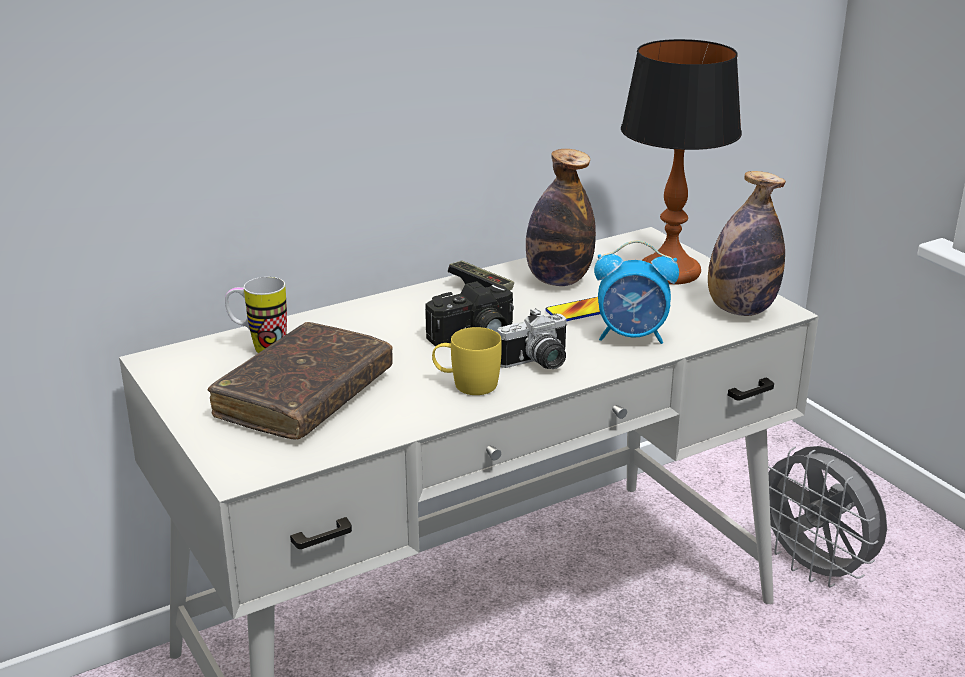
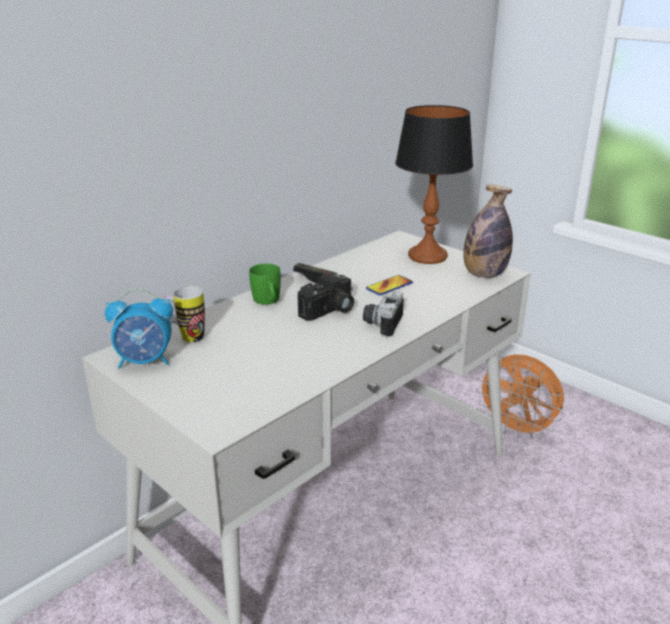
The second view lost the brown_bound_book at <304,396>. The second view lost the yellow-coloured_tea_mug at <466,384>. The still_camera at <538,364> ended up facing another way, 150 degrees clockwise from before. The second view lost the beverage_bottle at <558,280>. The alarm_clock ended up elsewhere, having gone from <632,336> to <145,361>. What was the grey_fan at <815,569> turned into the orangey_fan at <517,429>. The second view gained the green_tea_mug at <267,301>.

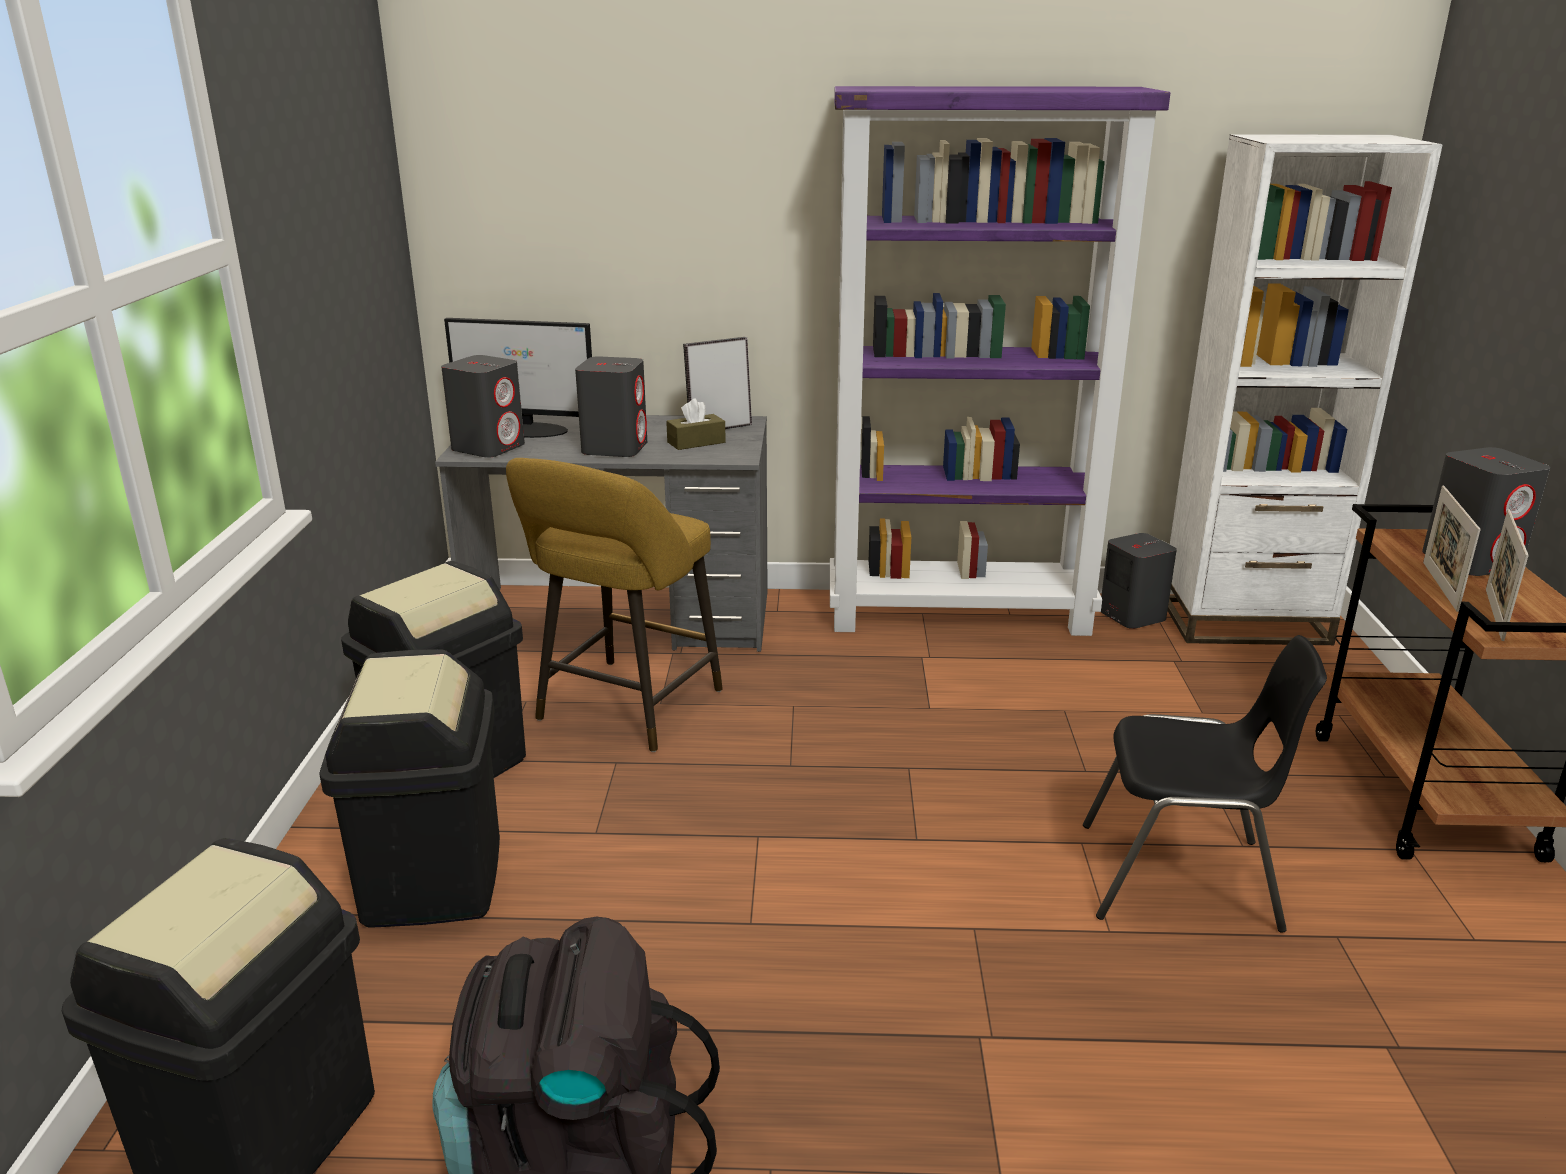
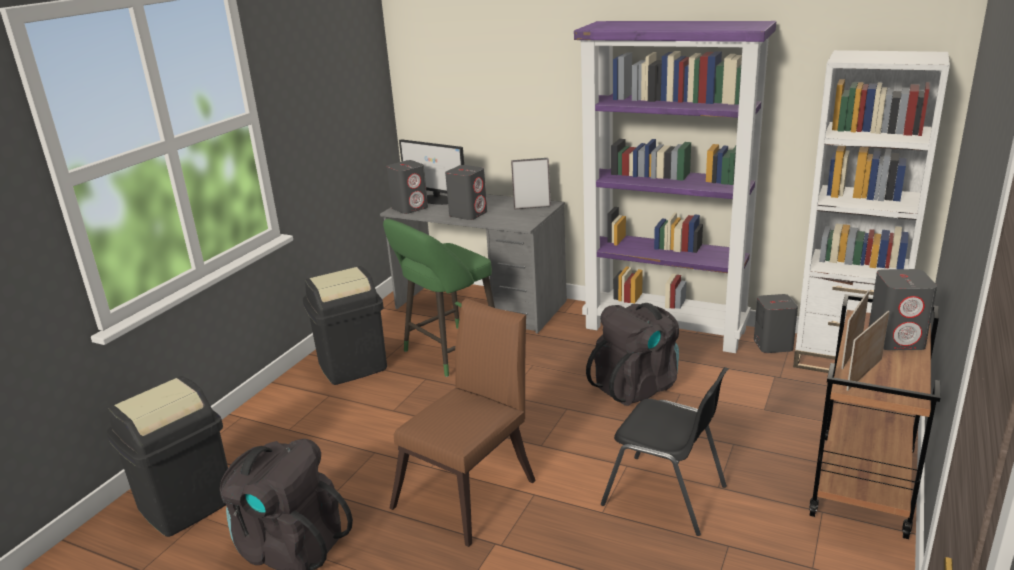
The second view lost the black_waste_bin at <431,880>. What was the yellow-coloured_stool at <624,710> turned into the green_stool at <448,353>. The second view lost the brown_tissue_holder at <696,442>. The second view gained the brown_chair at <471,489>. The second view gained the black_knapsack at <637,386>.

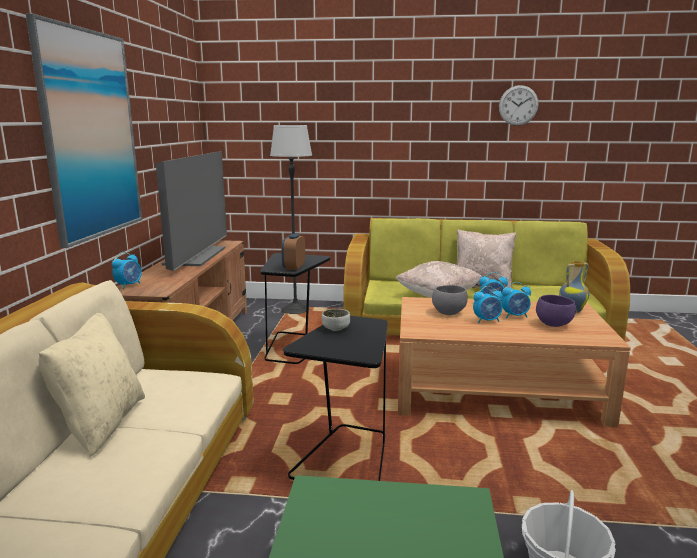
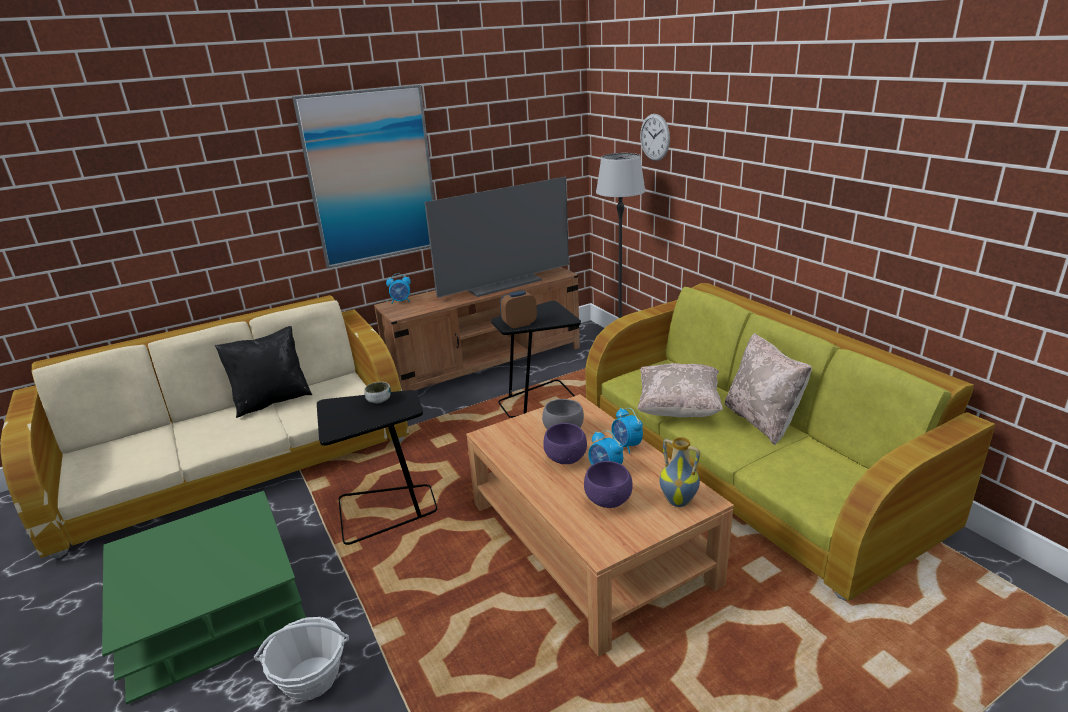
What was the sand-coloured_cushion at <101,424> turned into the black_cushion at <272,401>. Where the alarm_clock stood at <487,321>, the purple-coloured_bowl came to stand at <566,459>. The wall_clock ended up elsewhere, having gone from <518,105> to <655,137>.

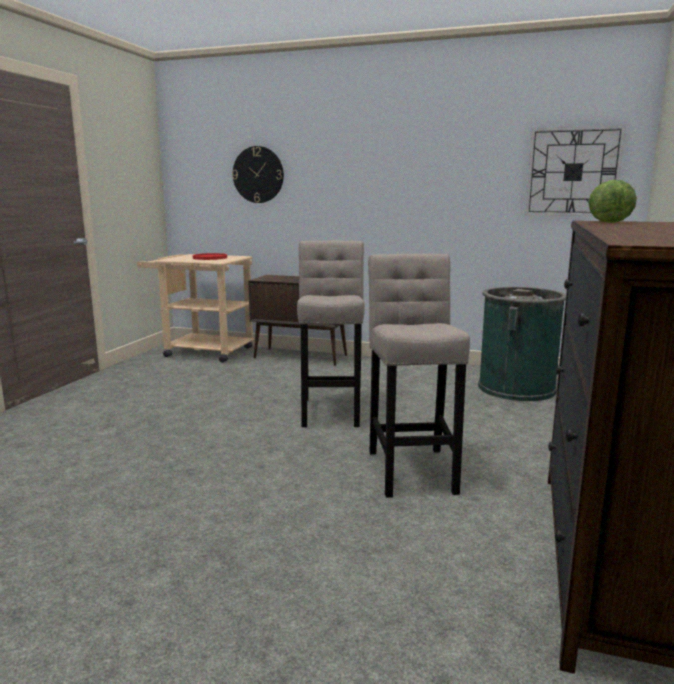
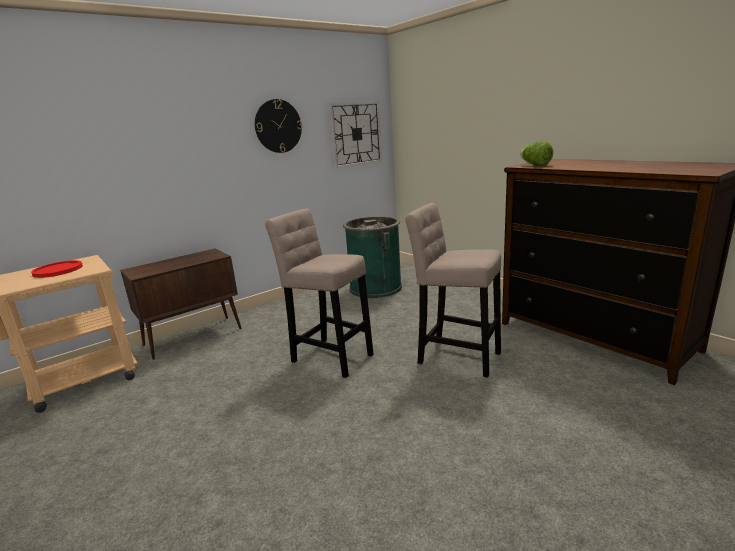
The wall_clock ended up elsewhere, having gone from <258,174> to <278,126>.

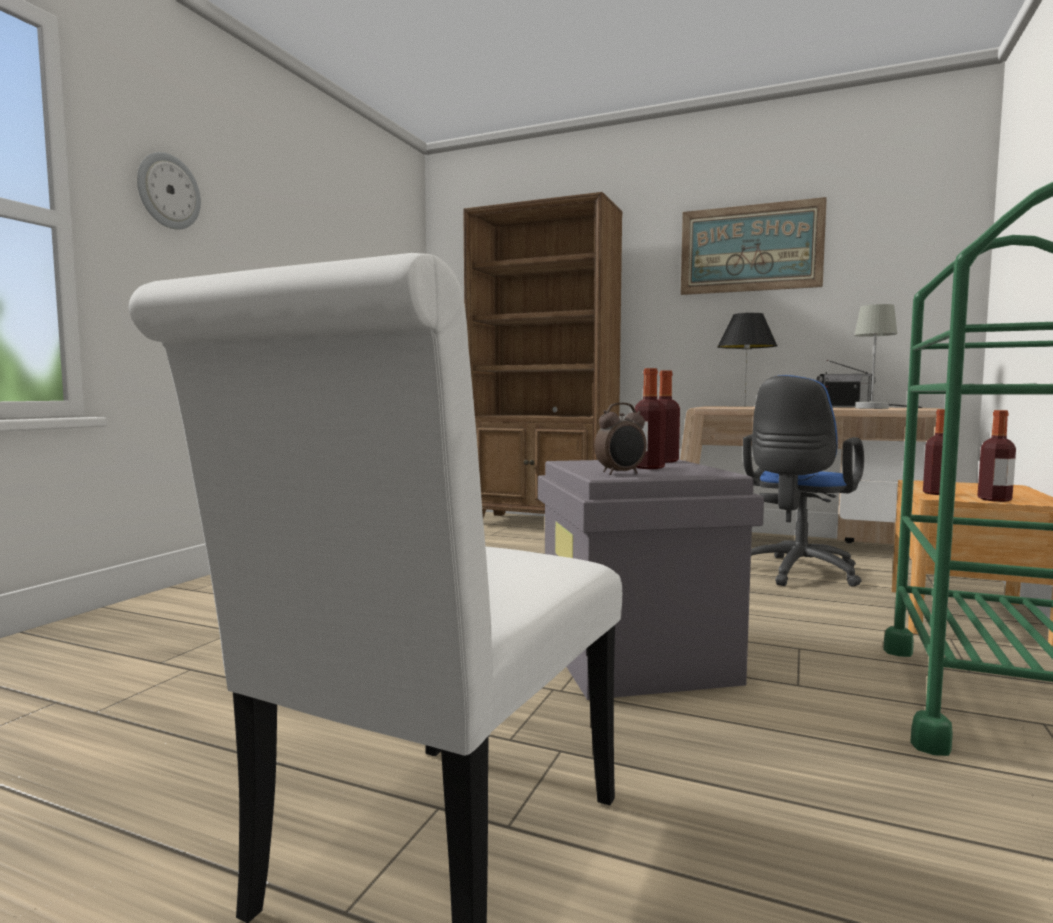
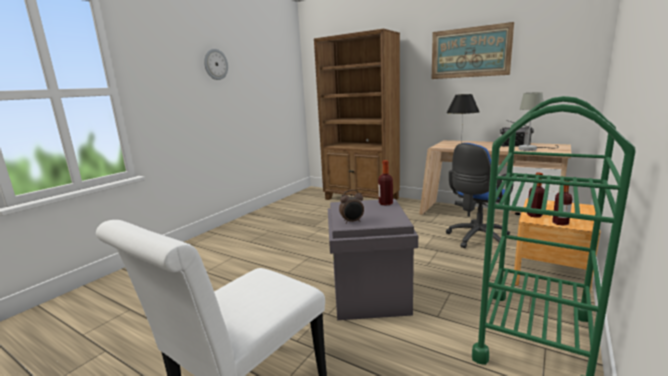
The wall_clock ended up elsewhere, having gone from <168,191> to <215,64>. The second view lost the beverage_bottle at <648,467>.

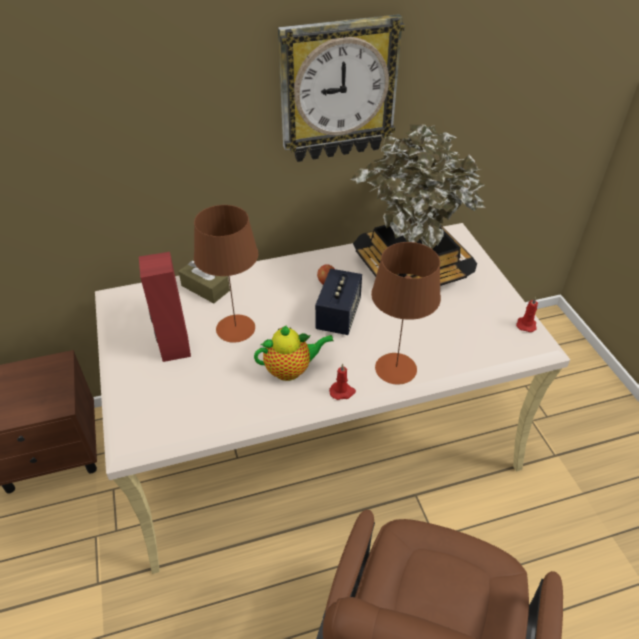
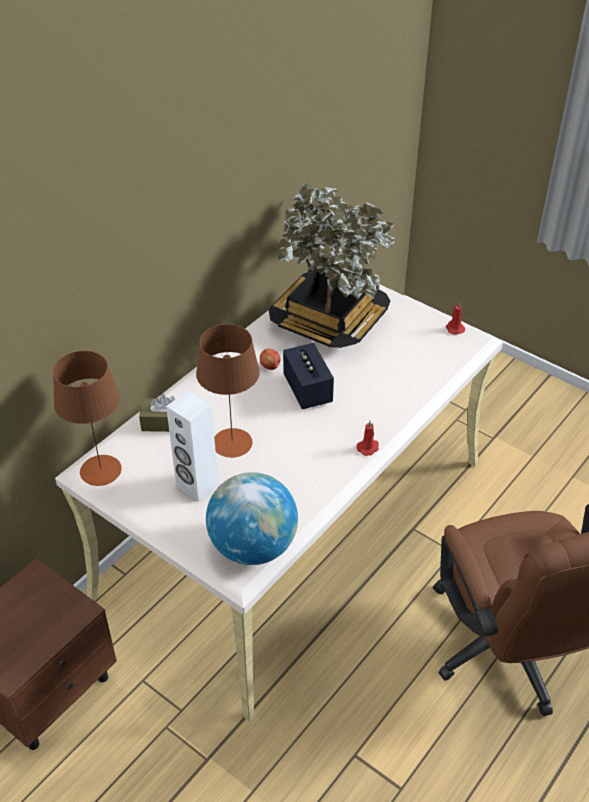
What was the red-coloured_loudspeaker at <174,348> turned into the white_loudspeaker at <197,485>. The second view lost the tea_pot at <291,370>. The second view lost the wall_clock at <337,90>. The brown_lamp_for_a_table ended up elsewhere, having gone from <396,368> to <101,470>. The second view gained the world_globe at <253,546>.

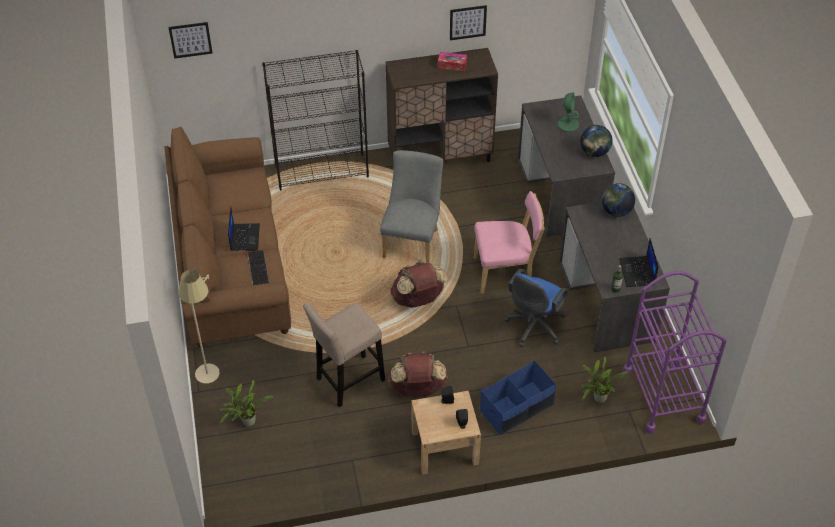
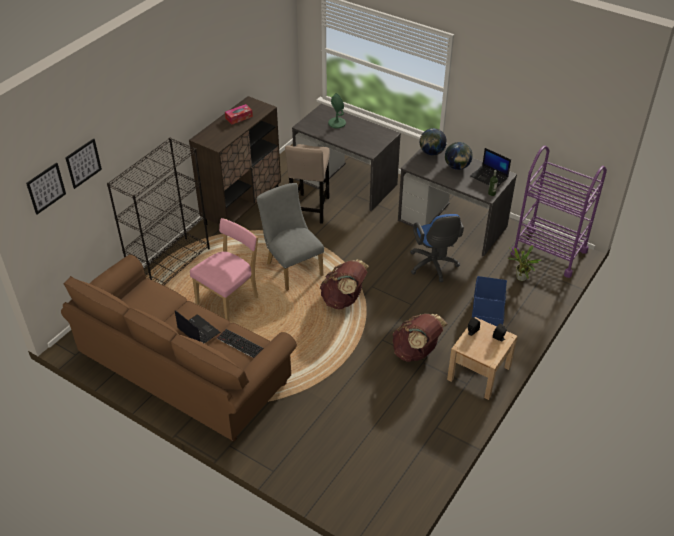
The second view lost the sand-coloured_floor_lamp at <211,381>. The second view lost the potted_plant at <247,422>. The sand-coloured_stool ended up elsewhere, having gone from <347,381> to <310,210>. The wall_picture ended up elsewhere, having gone from <467,22> to <83,163>. The pink-coloured_chair ended up elsewhere, having gone from <505,273> to <229,299>. The world_globe ended up elsewhere, having gone from <594,152> to <457,167>.

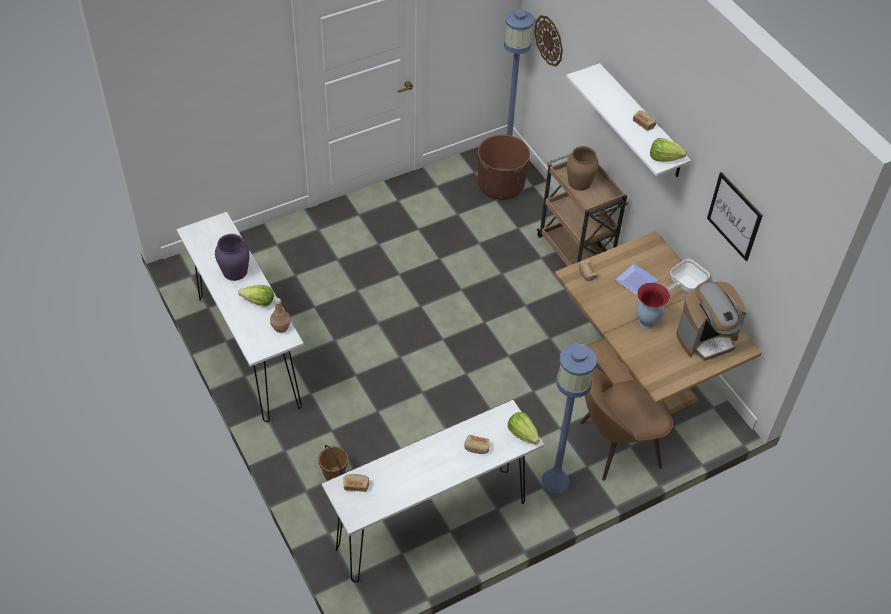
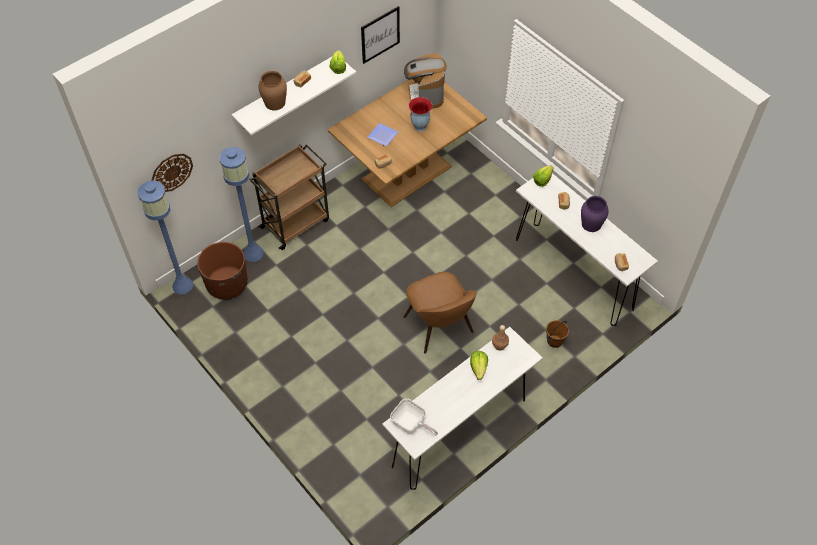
The purple-coloured_vase ended up elsewhere, having gone from <235,271> to <591,224>. The blue-coloured_floor_lamp ended up elsewhere, having gone from <555,481> to <253,253>. The brown_vase ended up elsewhere, having gone from <579,182> to <274,103>. The brown_chair ended up elsewhere, having gone from <616,445> to <439,327>. The pan ended up elsewhere, having gone from <683,286> to <411,423>. The coffee_brewer at <707,339> ended up facing another way, 150 degrees counterclockwise from before.

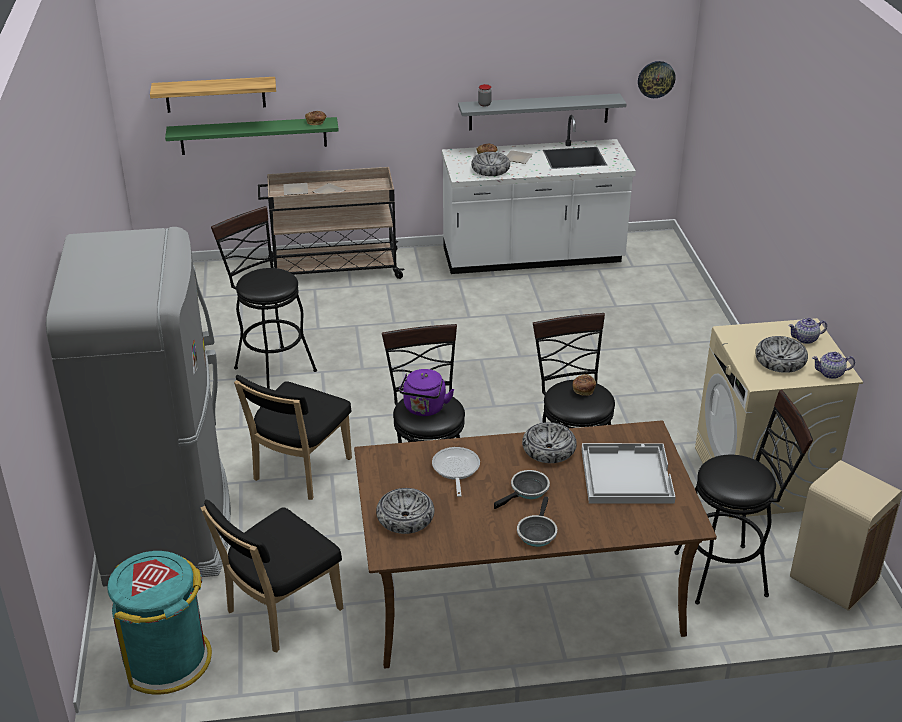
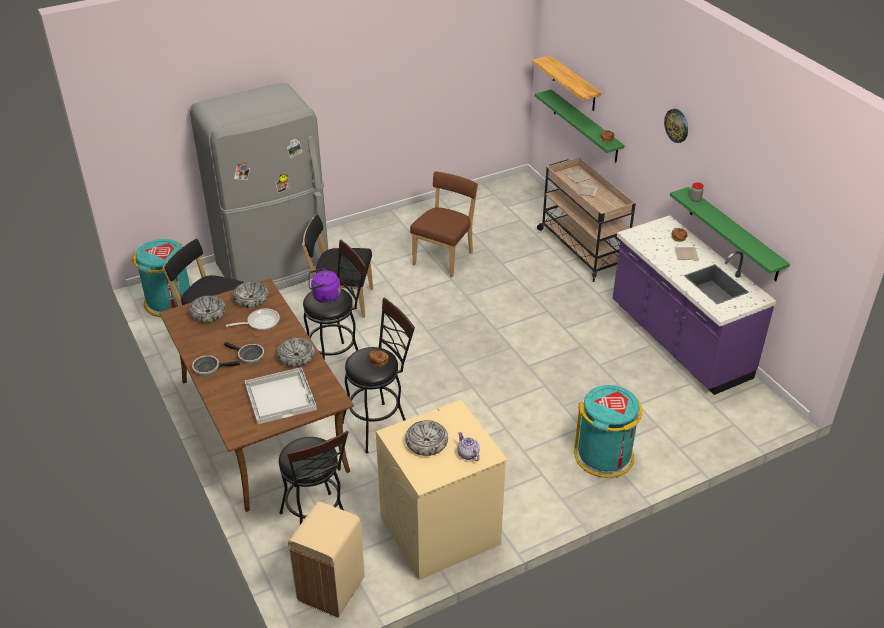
Where the black_stool stood at <271,366>, the brown_chair came to stand at <445,257>. What was the white_kitchen_base_unit at <532,258> turned into the purple-coloured_kitchen_base_unit at <678,341>. What was the grey_wall_shelf at <539,111> turned into the green_wall_shelf at <734,234>. The bowl ended up elsewhere, having gone from <490,169> to <251,299>. The wall_clock ended up elsewhere, having gone from <656,79> to <677,125>. The second view lost the tea_pot at <831,373>. The second view gained the blue-green_waste_bin at <604,456>.

